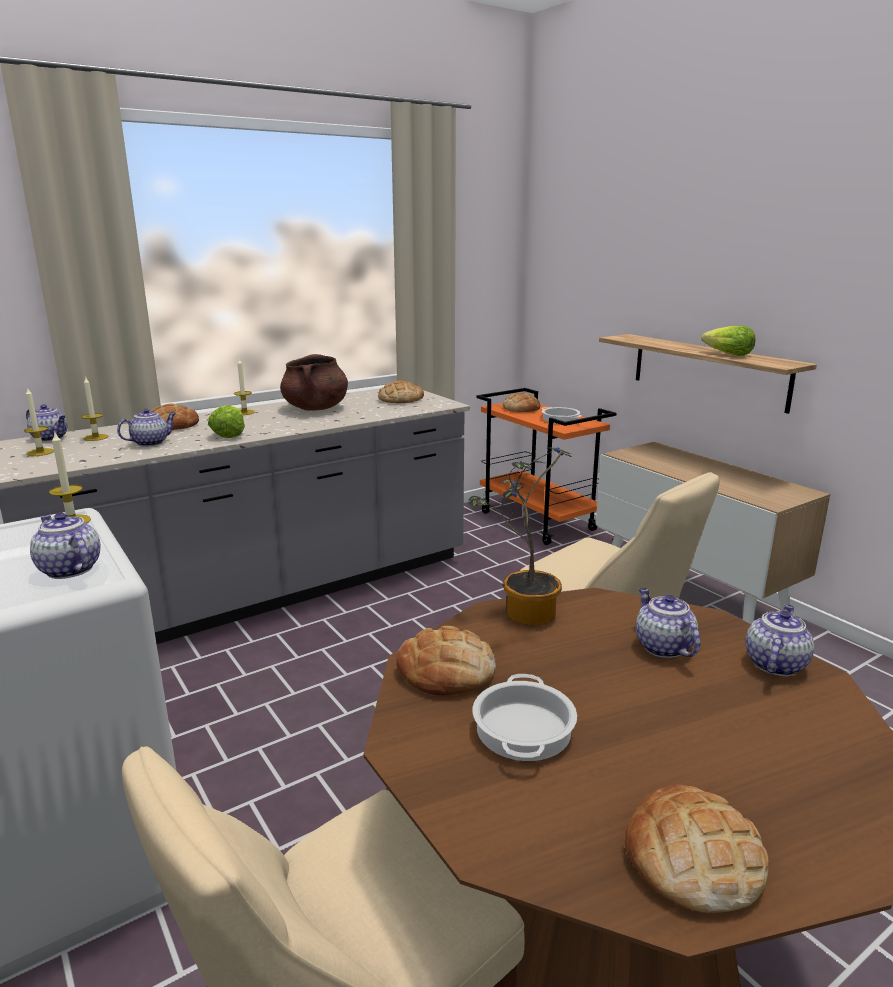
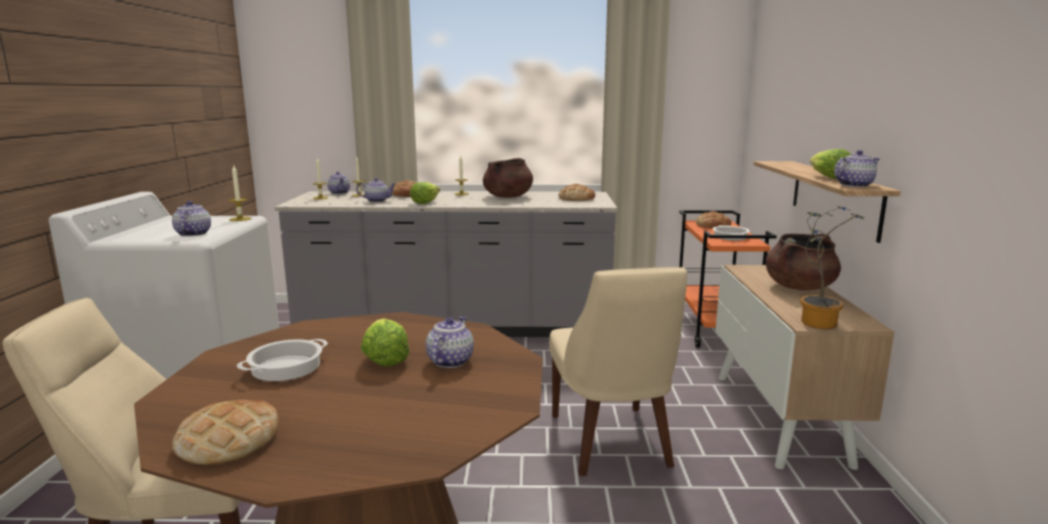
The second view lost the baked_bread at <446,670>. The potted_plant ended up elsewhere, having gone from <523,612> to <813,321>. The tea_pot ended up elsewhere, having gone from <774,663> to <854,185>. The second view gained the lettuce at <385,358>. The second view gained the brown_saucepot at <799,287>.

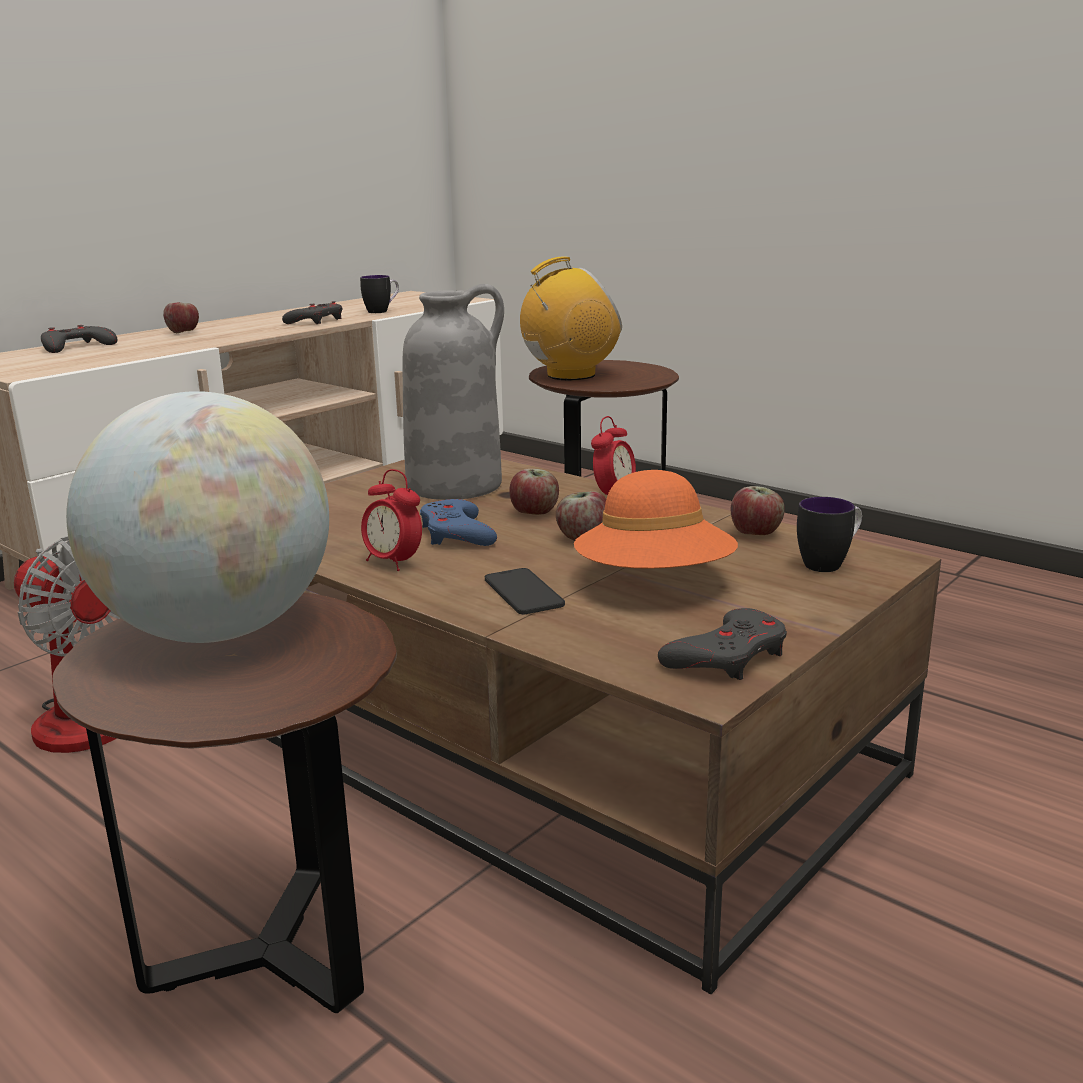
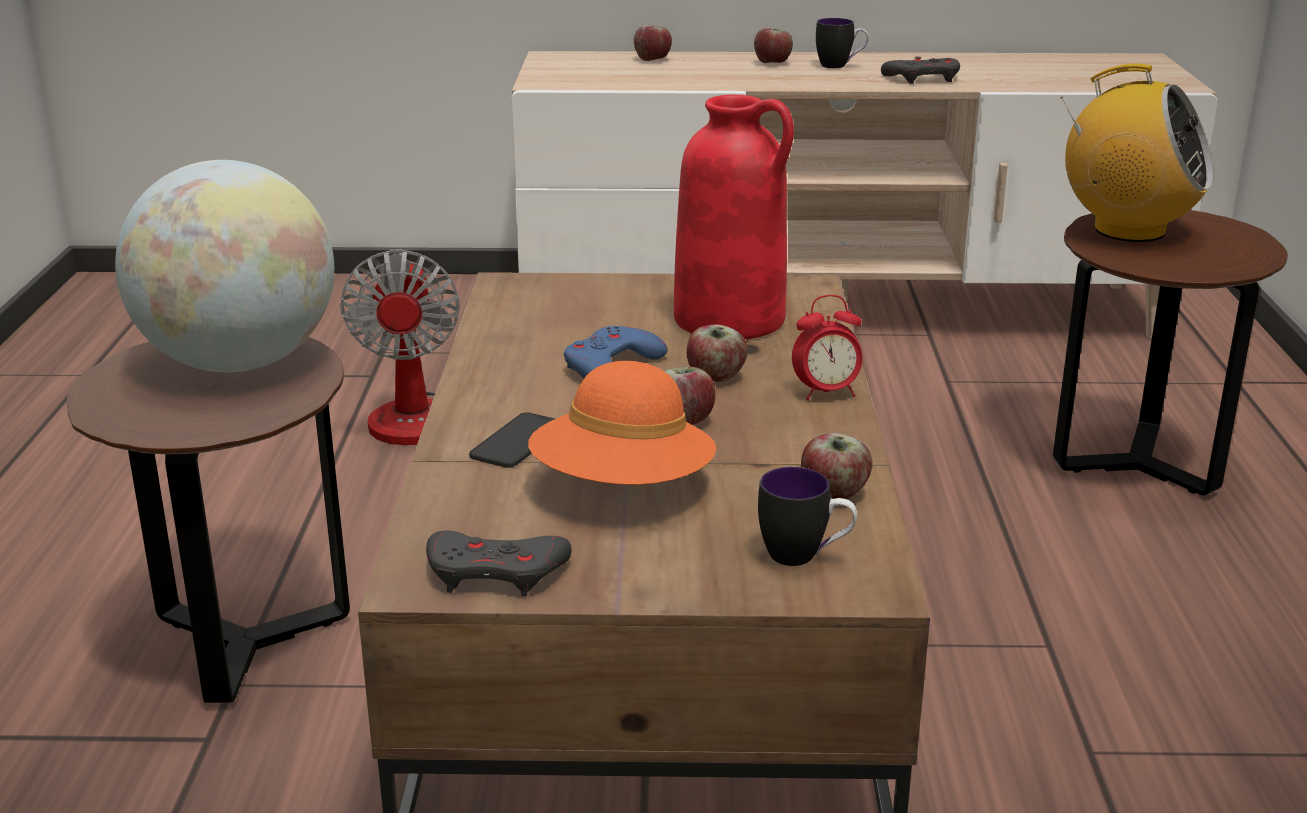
Where the grey_game_controller stood at <77,347>, the whole_apple came to stand at <652,59>. The tea_mug ended up elsewhere, having gone from <382,311> to <840,66>. The second view lost the alarm_clock at <393,562>. What was the grey_vase at <455,485> turned into the red-coloured_vase at <731,320>.

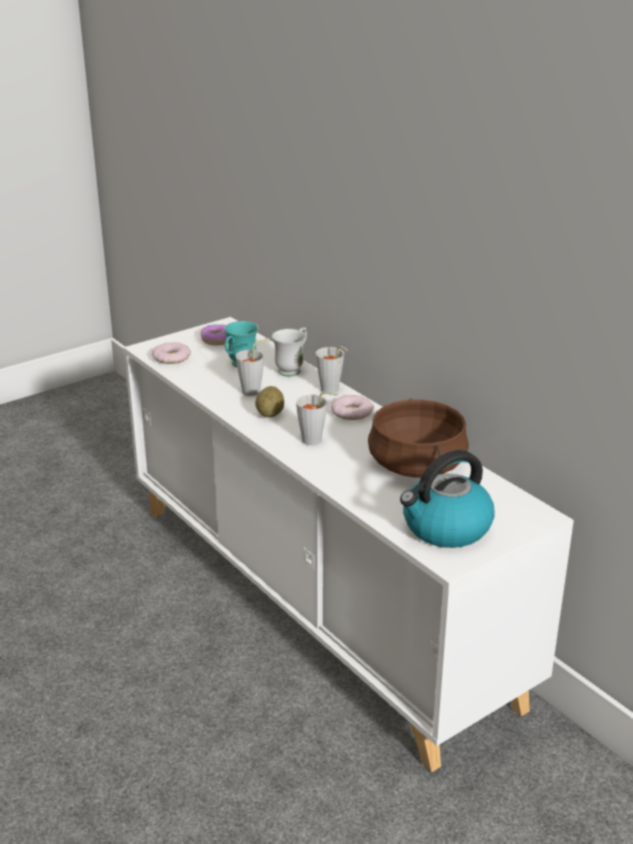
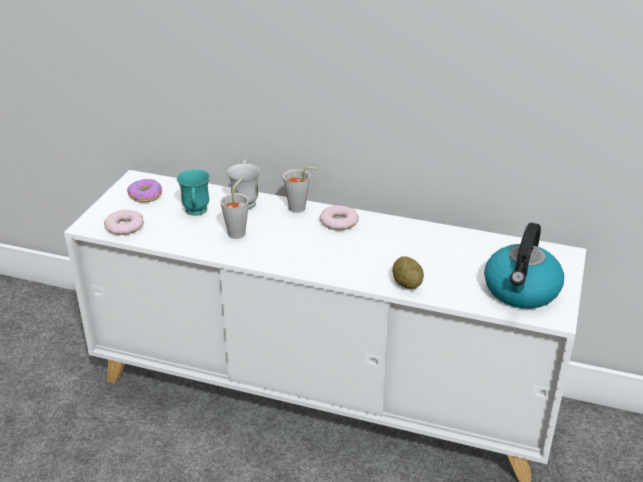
The potato ended up elsewhere, having gone from <270,414> to <407,284>. The second view lost the grey_cup at <316,441>. The second view lost the brown_saucepot at <417,465>.

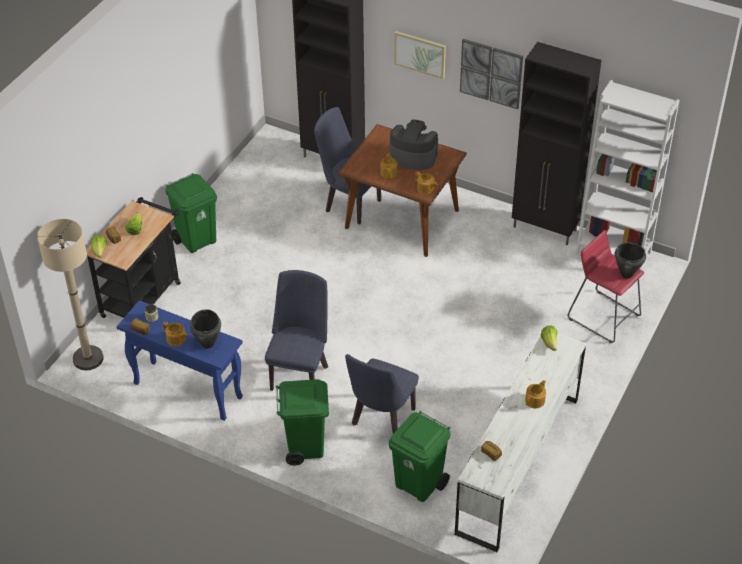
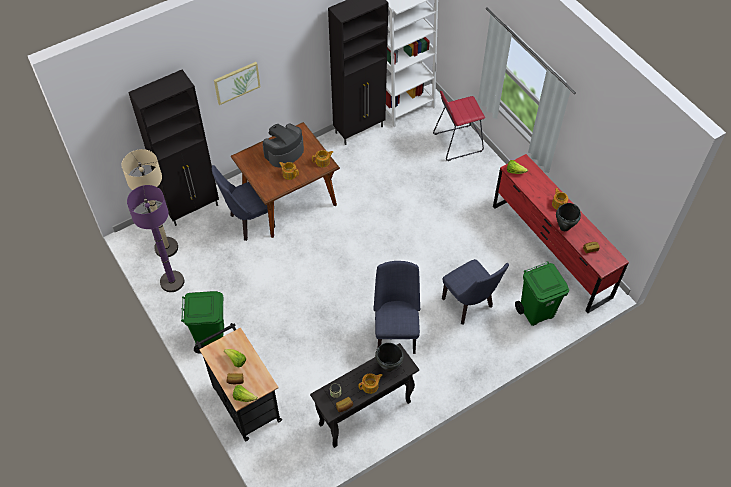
The sand-coloured_floor_lamp ended up elsewhere, having gone from <88,359> to <166,248>. What was the blue-coloured_narrow_table at <187,390> turned into the black_narrow_table at <364,414>. The blue-coloured_chair at <300,373> ended up facing another way, 45 degrees clockwise from before. The second view lost the green_waste_bin at <305,446>. What was the white_dresser at <518,464> turned into the red-coloured_dresser at <550,250>. The second view lost the wall_picture at <491,73>. The black_saucepot ended up elsewhere, having gone from <626,274> to <564,227>. The second view gained the purple-coloured_floor_lamp at <172,282>.

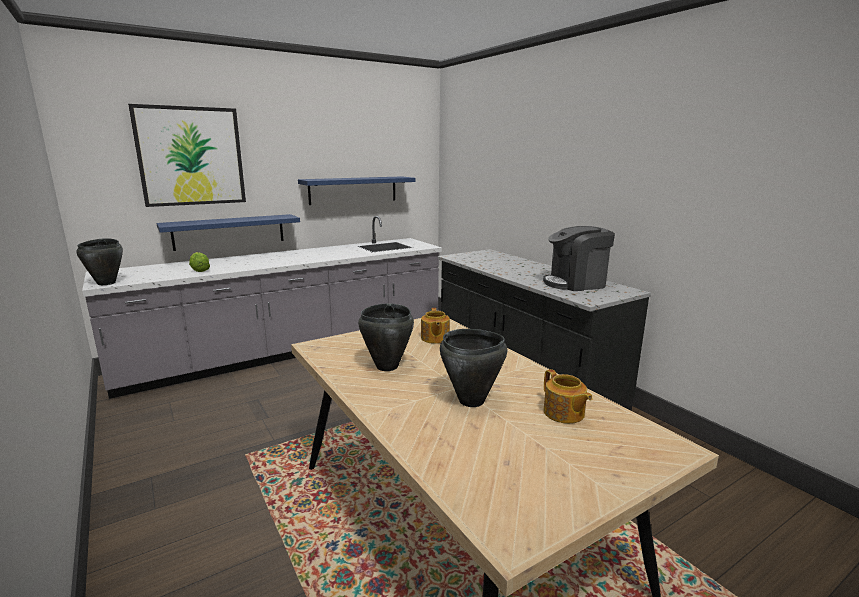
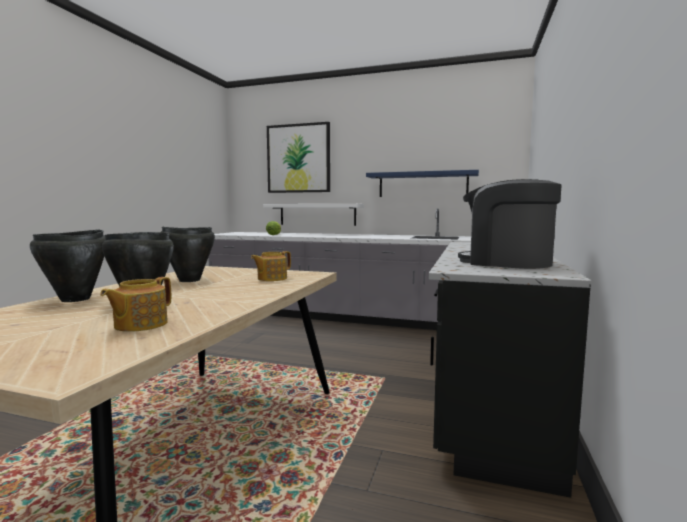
The black_saucepot ended up elsewhere, having gone from <107,283> to <76,299>. What was the blue-coloured_wall_shelf at <229,232> turned into the white_wall_shelf at <317,214>.

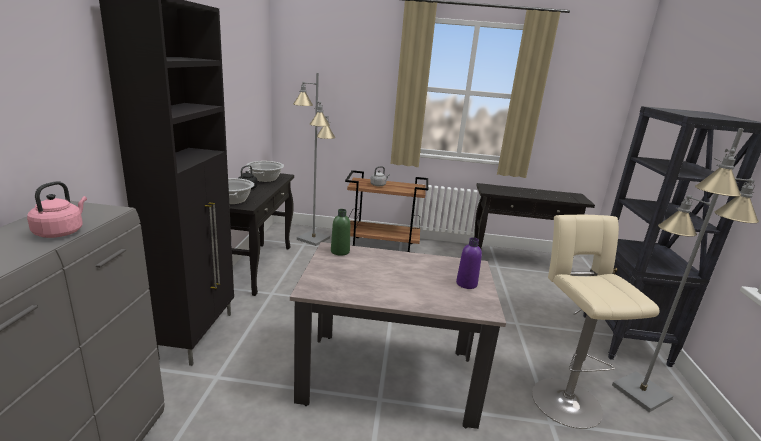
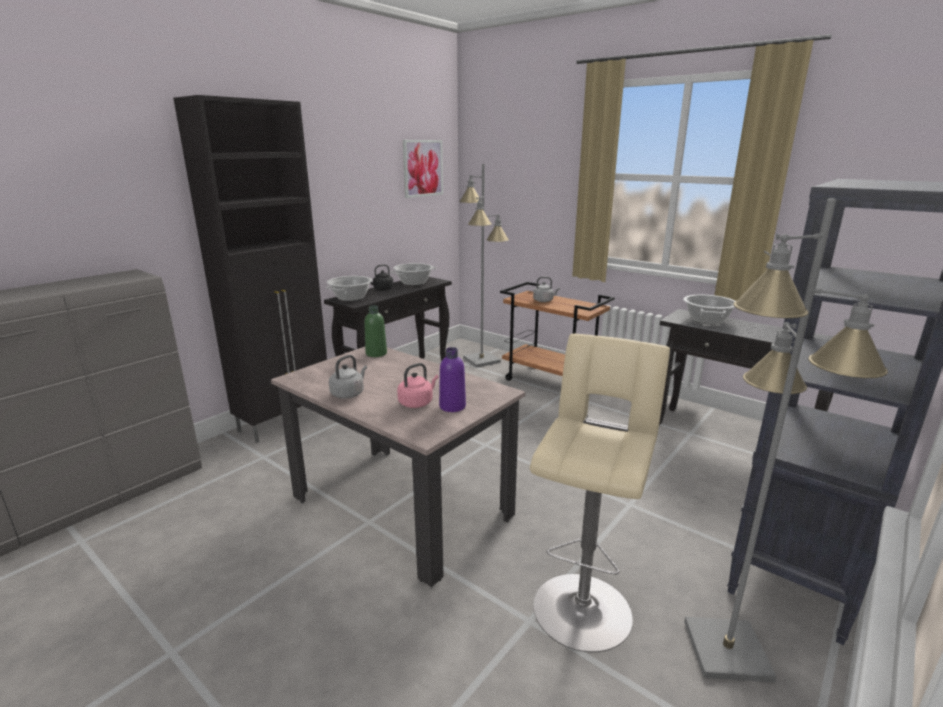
The pink-coloured_water_kettle ended up elsewhere, having gone from <61,232> to <417,403>. The second view gained the grey_water_kettle at <349,393>. The second view gained the wall_picture at <422,168>. The second view gained the saucepot at <707,320>.

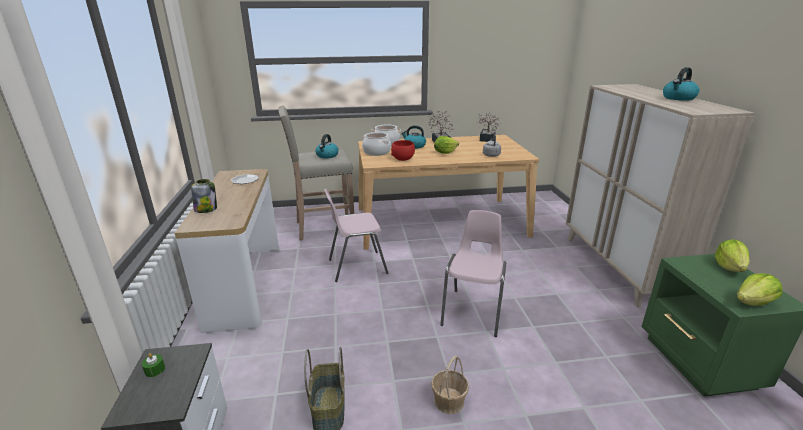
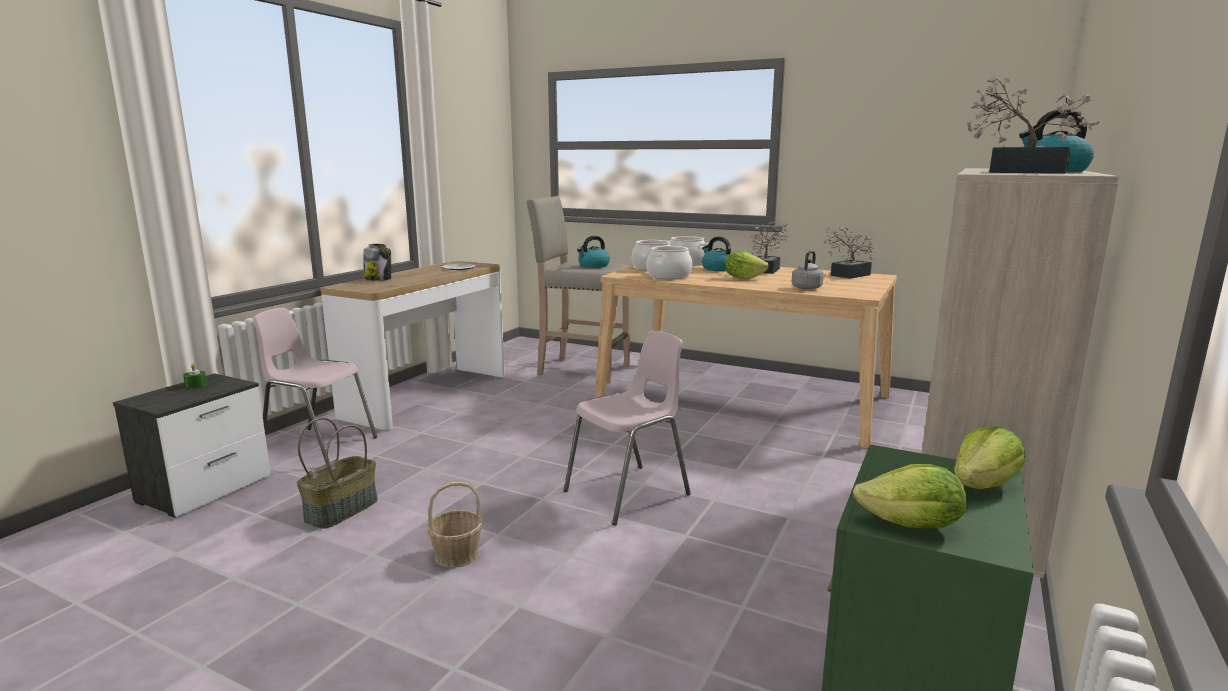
The pink-coloured_chair ended up elsewhere, having gone from <356,266> to <318,445>. Where the red-coloured_bowl stood at <403,159>, the saucepot came to stand at <669,276>. The second view gained the potted_plant at <1017,172>.

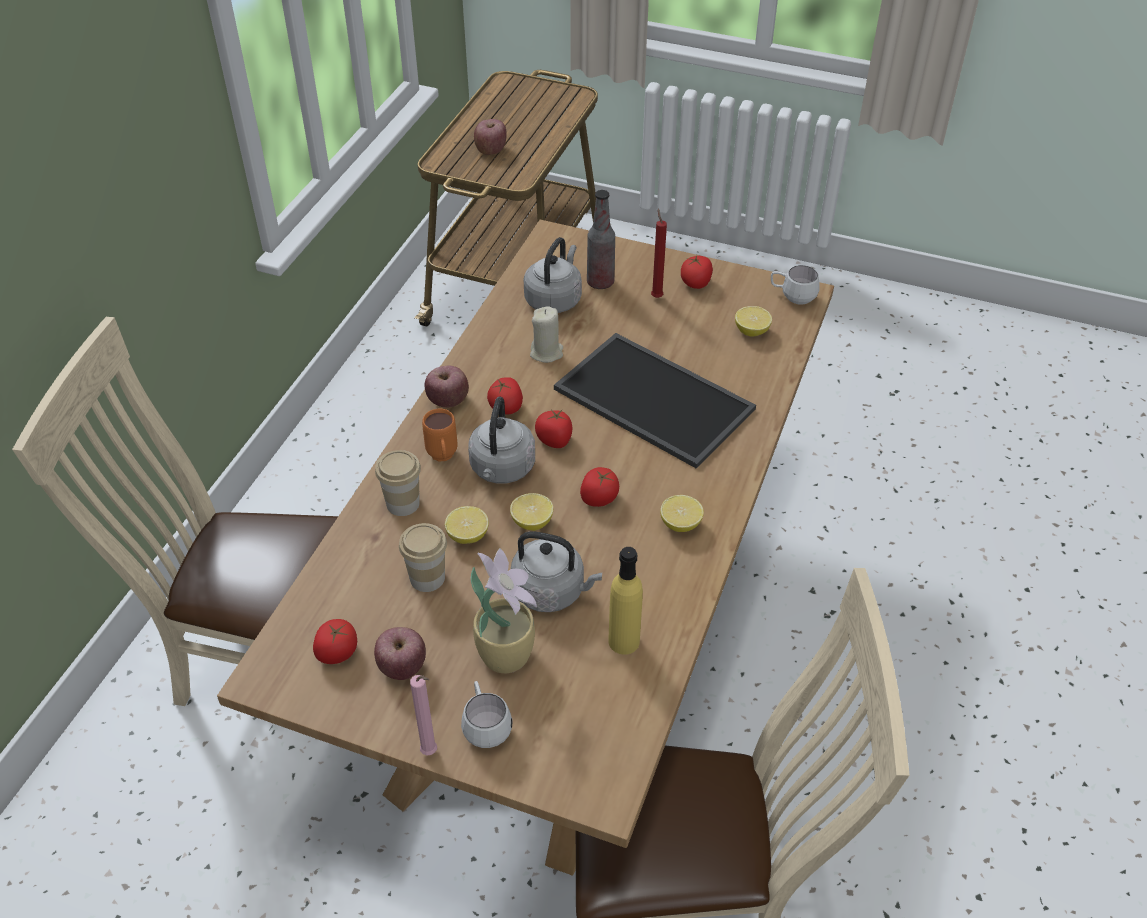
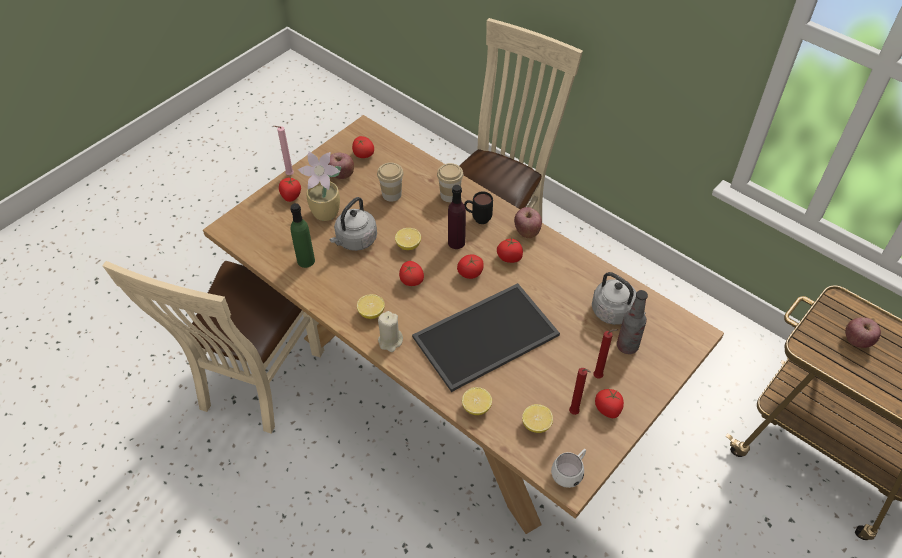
What was the orangey_tea_mug at <443,458> turned into the black_tea_mug at <477,218>. The citrus_fruit ended up elsewhere, having gone from <468,535> to <476,407>. Where the white_tea_mug stood at <485,725>, the fresh_tomato came to stand at <291,196>. Where the grey_water_kettle stood at <502,469>, the purple-coloured_beverage_bottle came to stand at <456,242>. The sand-coloured_wax_candle ended up elsewhere, having gone from <546,353> to <390,341>. What was the yellow-coloured_beverage_bottle at <624,641> turned into the green_beverage_bottle at <306,260>. The second view gained the red-coloured_wax_candle at <575,413>.

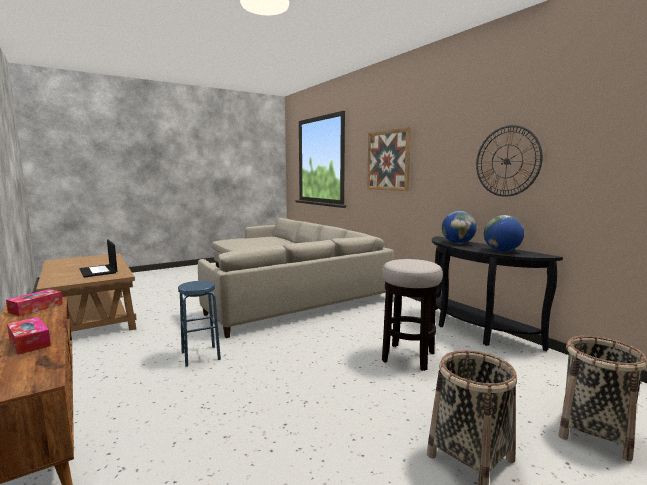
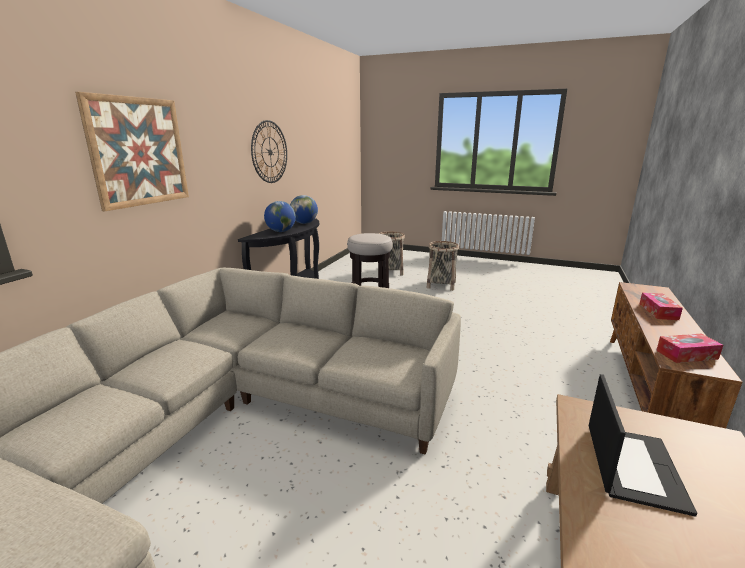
The second view lost the blue-coloured_stool at <200,356>.

